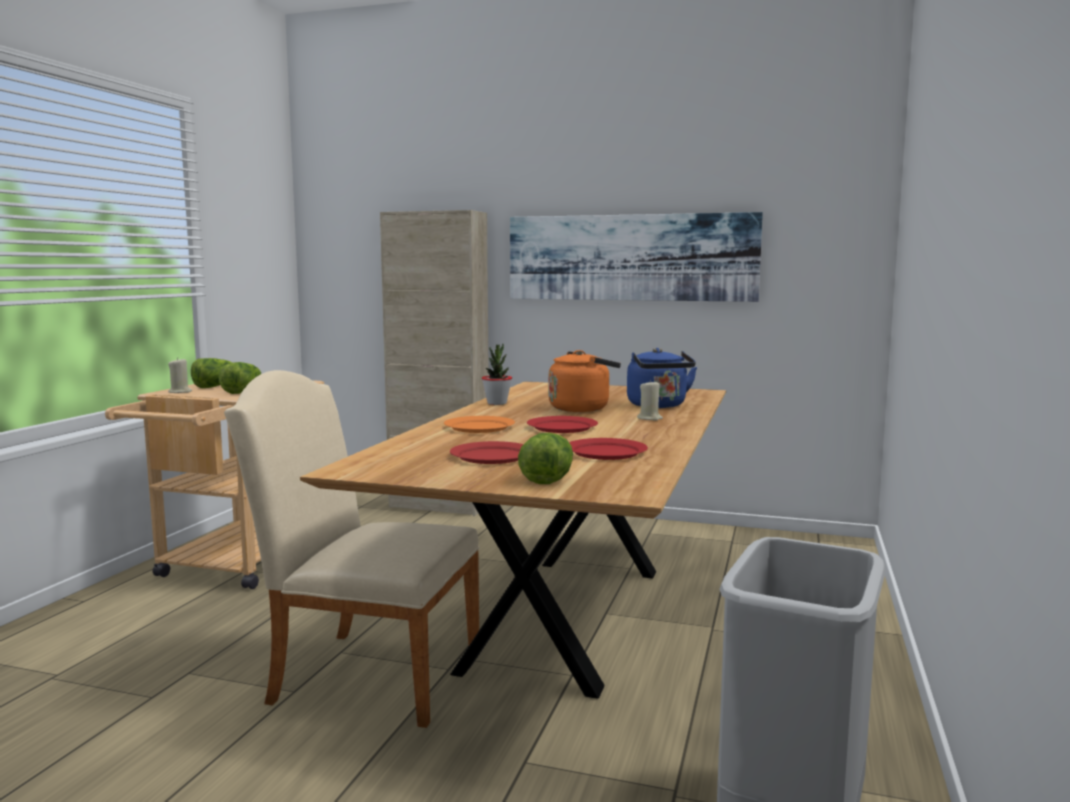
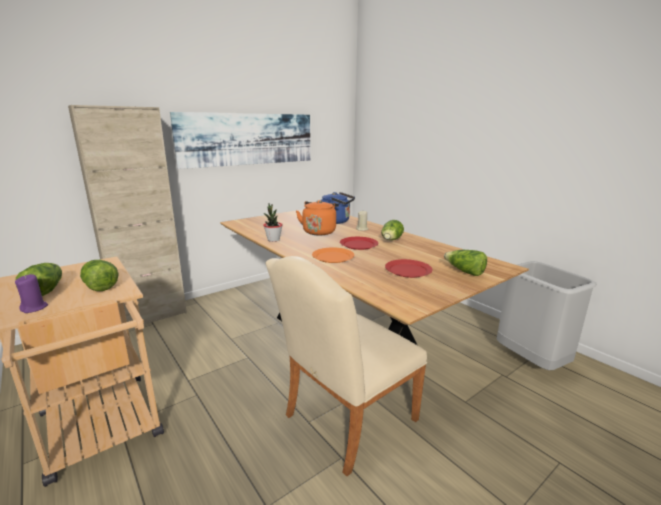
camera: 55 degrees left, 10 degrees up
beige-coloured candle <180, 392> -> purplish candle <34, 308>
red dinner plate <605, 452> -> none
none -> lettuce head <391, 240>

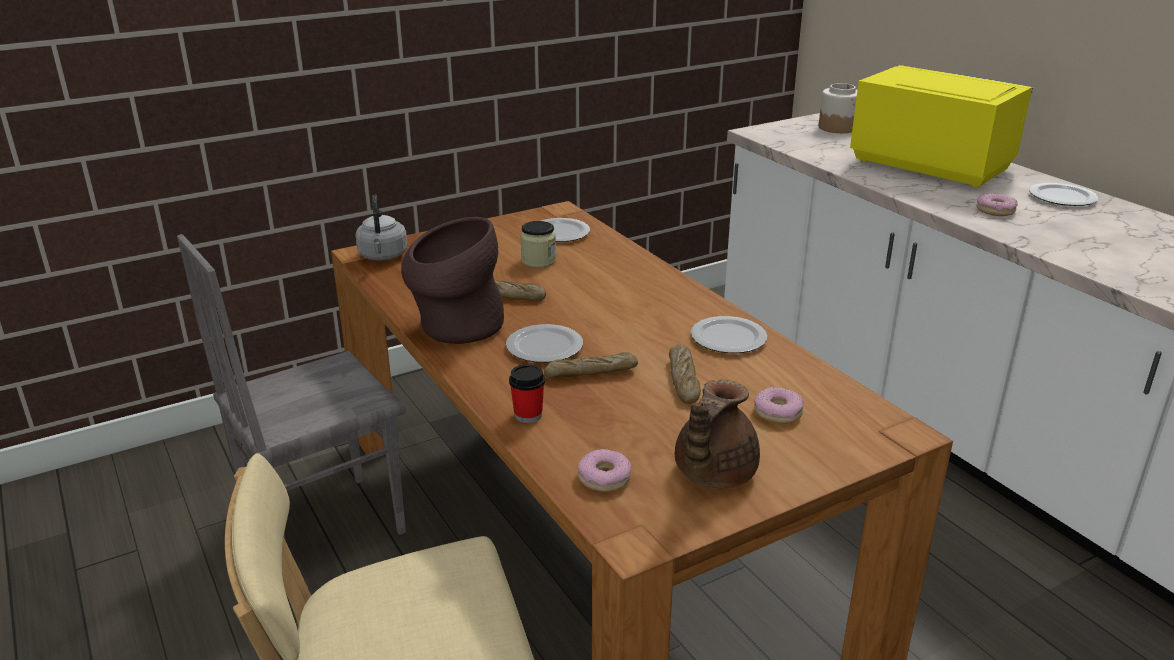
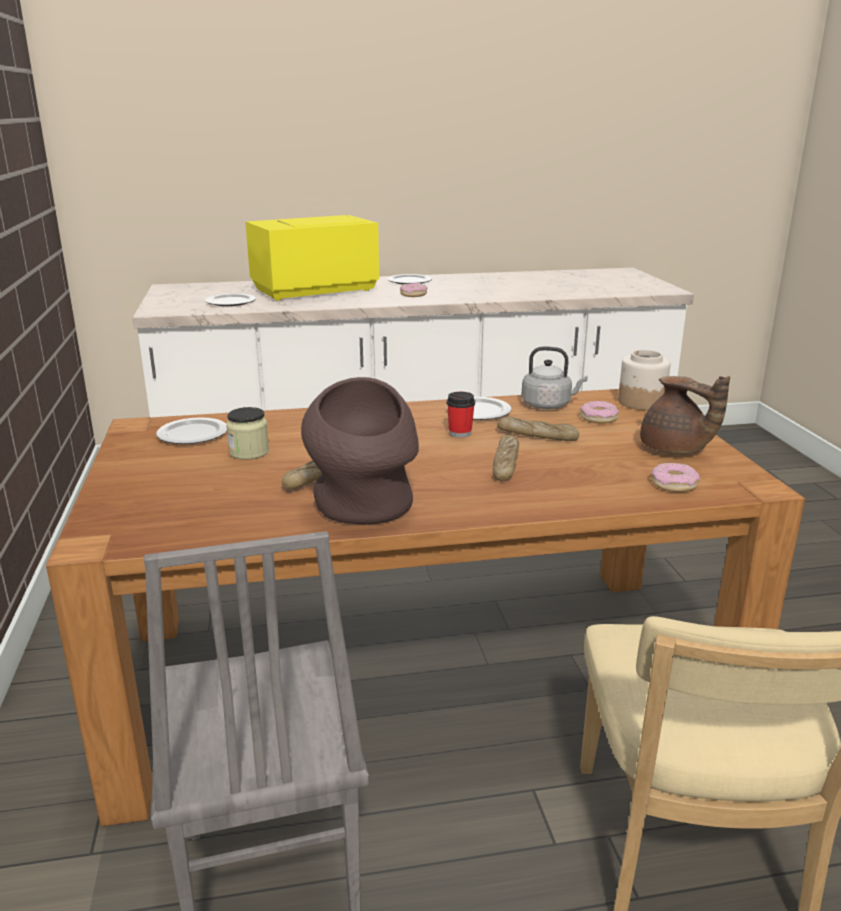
camera: 70 degrees left, 5 degrees down
greyish tea kettle <383, 256> -> greyish tea kettle <548, 405>, moved
dinner plate <543, 347> -> dinner plate <230, 302>, moved
small cup <528, 415> -> small cup <460, 433>, moved
jar <838, 127> -> jar <641, 402>, moved

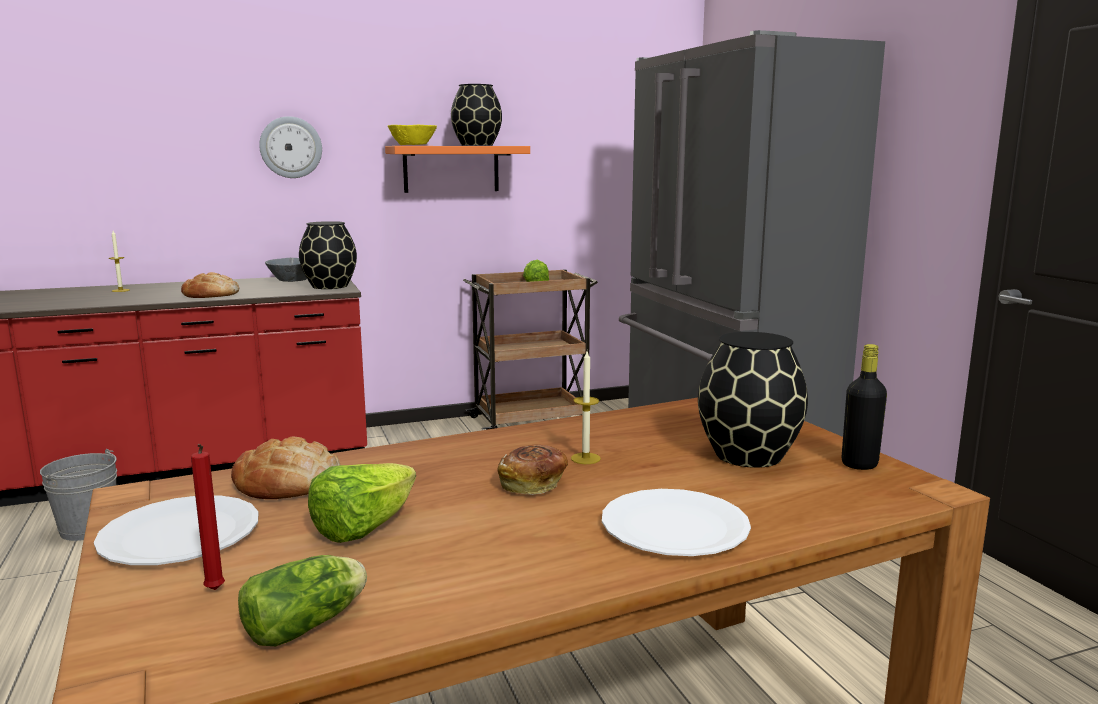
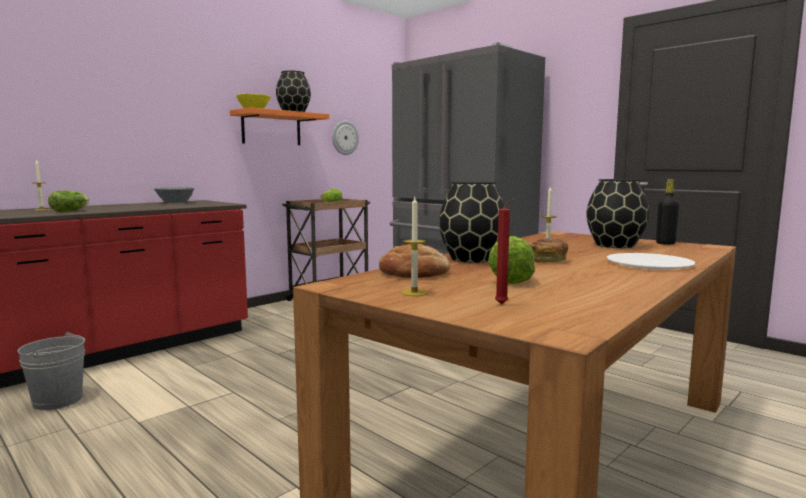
camera: 25 degrees left, 5 degrees down
whitish dinner plate <180, 534> -> candle <414, 293>
bakery bread <211, 294> -> none
lettuce head <309, 624> -> lettuce head <71, 211>, moved
clock on the wall <291, 147> -> clock on the wall <344, 137>, moved
black flower vase <329, 286> -> black flower vase <471, 259>, moved

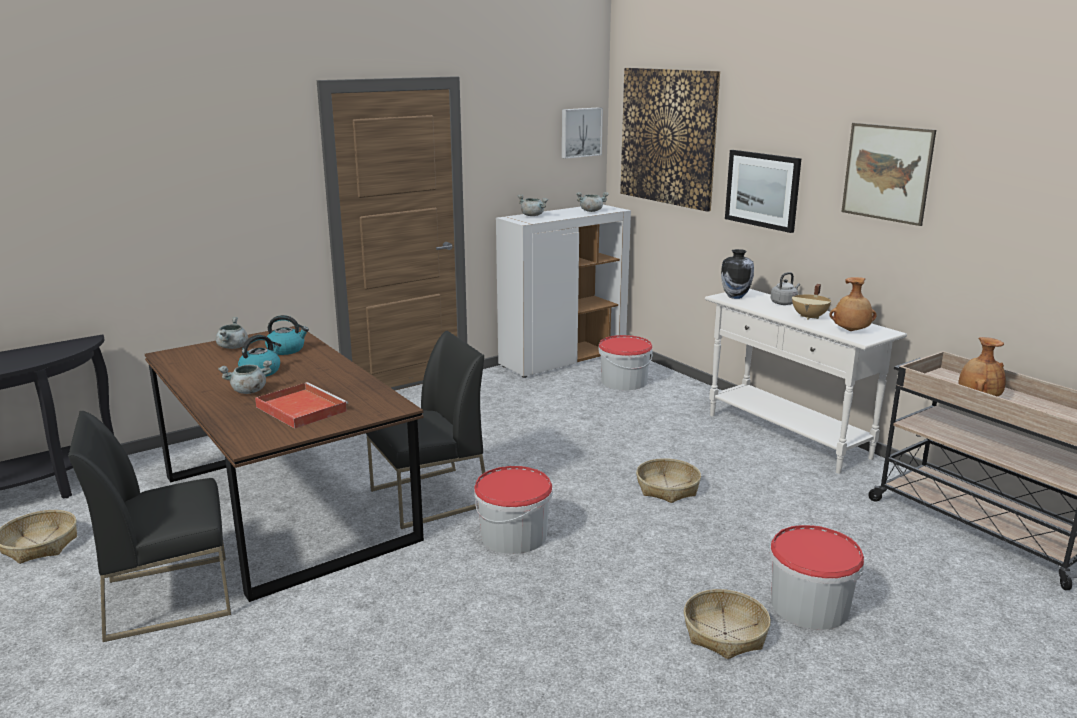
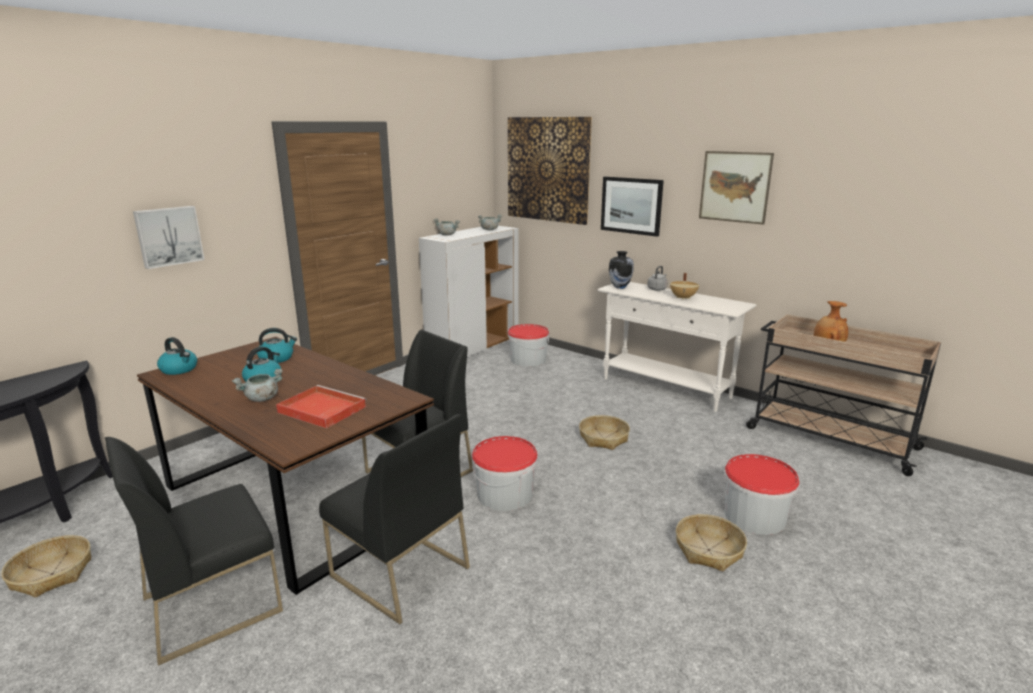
camera: 15 degrees left, 0 degrees up
greyish cooking pot <233, 347> -> none
wall picture <580, 132> -> wall picture <168, 236>, moved
brownish flower vase <851, 331> -> none
none -> tea kettle <179, 369>
none -> black upright chair <398, 572>

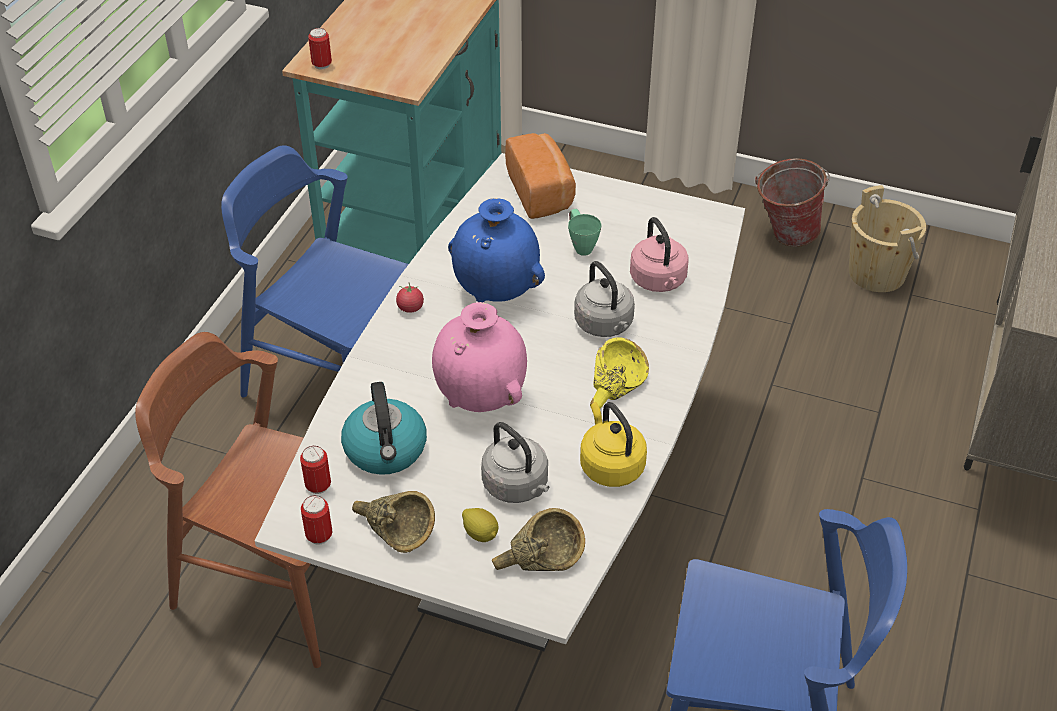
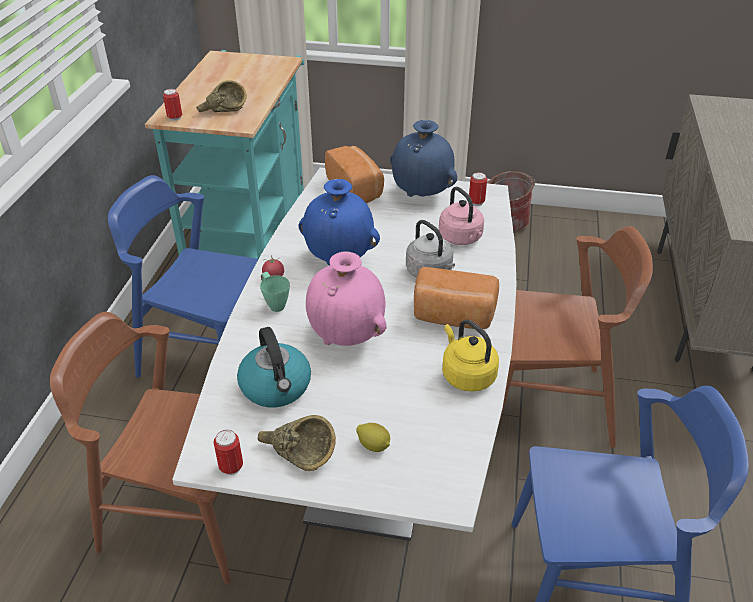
camera: 10 degrees left, 5 degrees down
can <318, 486> -> can <476, 202>, moved
greyish tea kettle <517, 486> -> none
brownish deep dish <538, 561> -> brownish deep dish <223, 110>, moved
green-coloured coffee mug <580, 245> -> green-coloured coffee mug <274, 303>, moved
yellow deep dish <616, 389> -> bakery bread <453, 317>
beige-coloured bucket <876, 273> -> none
none -> bluish flower vase <422, 194>
none -> brownish upright chair <545, 404>

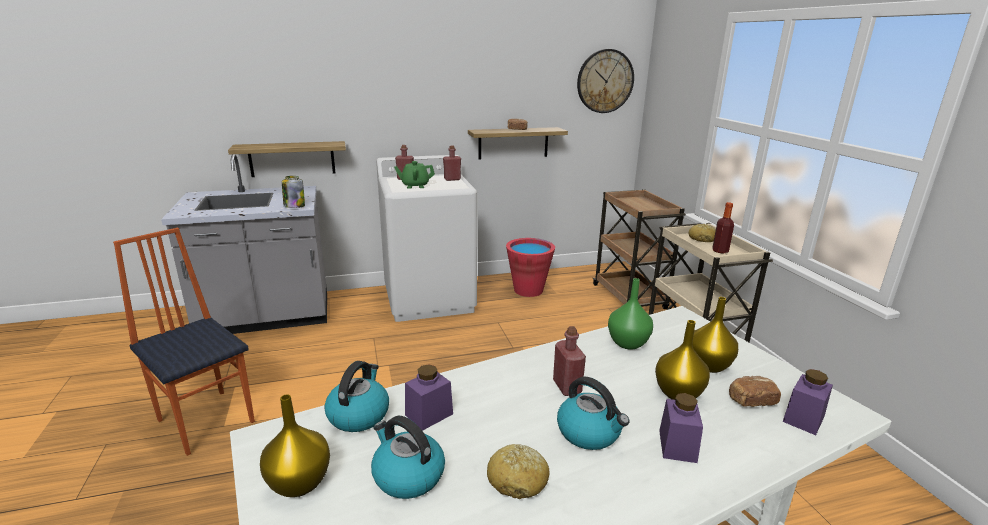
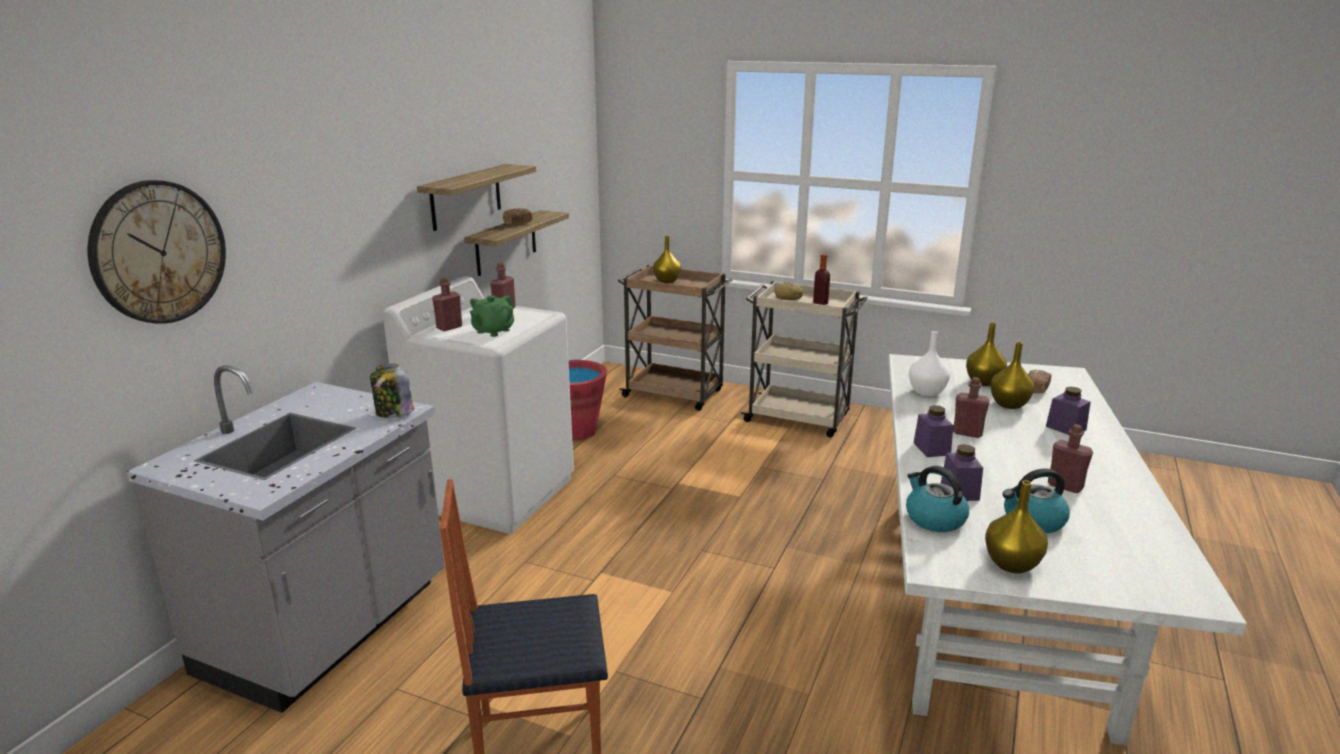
camera: 50 degrees left, 0 degrees up
wall shelf <292, 159> -> wall shelf <466, 196>, moved
bakery bread <518, 480> -> red drink bottle <1065, 486>
tea kettle <589, 432> -> none
clock on the wall <605, 81> -> clock on the wall <158, 252>, moved
green-coloured flower vase <628, 343> -> whitish flower vase <926, 391>
purplish jar <803, 419> -> purplish jar <931, 449>, moved
none -> yellow flower vase <667, 281>

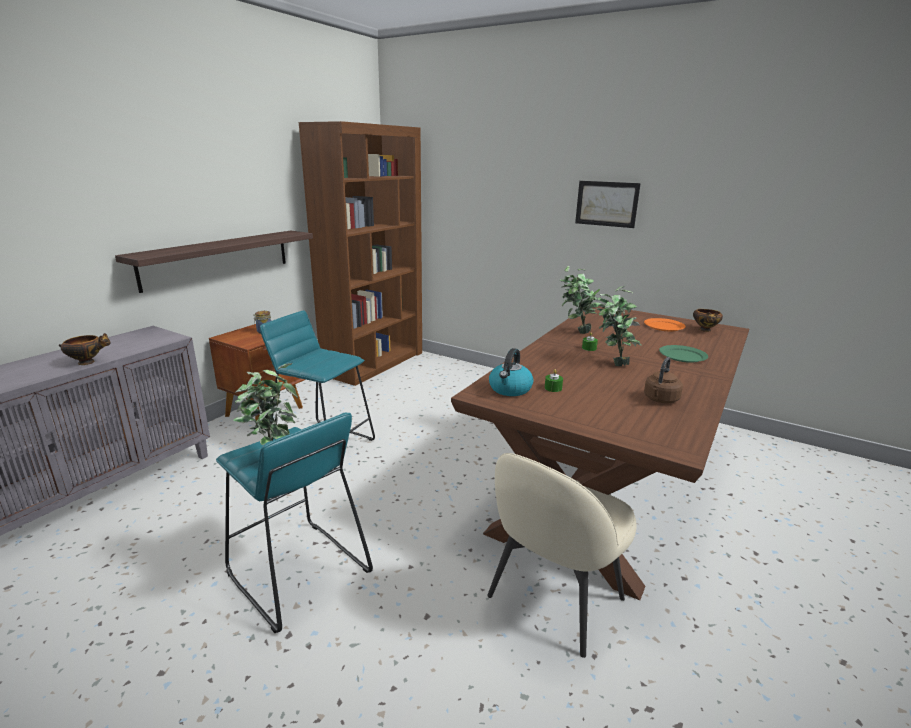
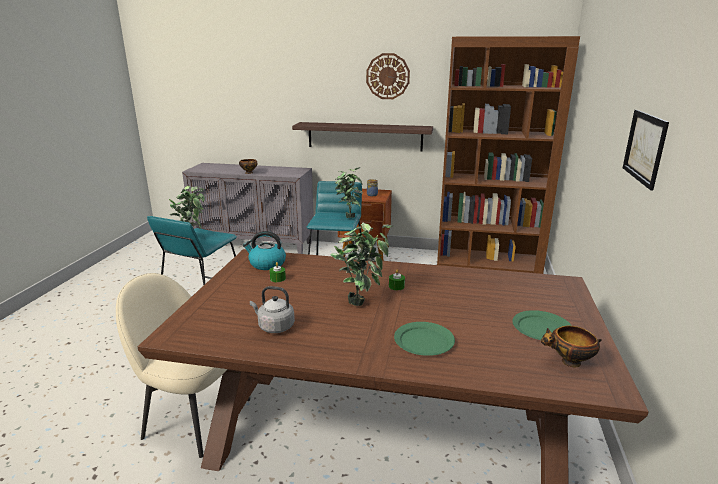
camera: 70 degrees right, 0 degrees up
potted plant <575, 332> -> potted plant <348, 216>, moved
orange dinner plate <664, 326> -> green-coloured dinner plate <542, 329>
brownish tea kettle <660, 400> -> greyish tea kettle <274, 327>
none -> clock on the wall <388, 76>

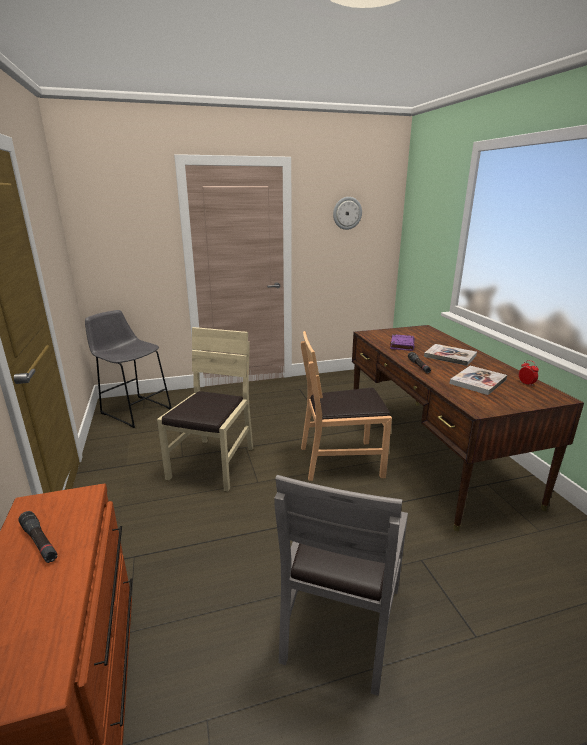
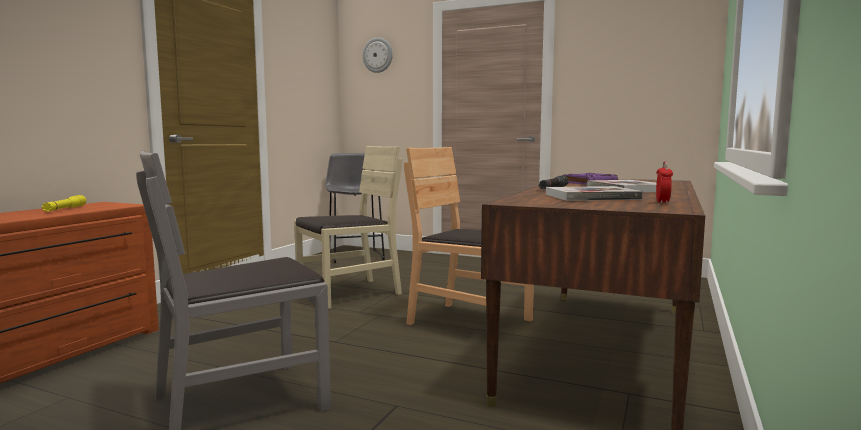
camera: 40 degrees right, 15 degrees down
black torch <39, 542> -> yellow torch <64, 209>
clock on the wall <347, 213> -> clock on the wall <378, 55>, moved

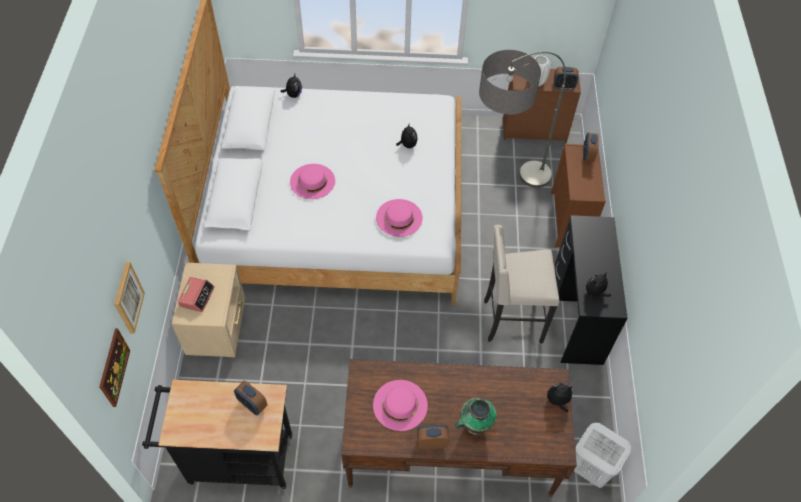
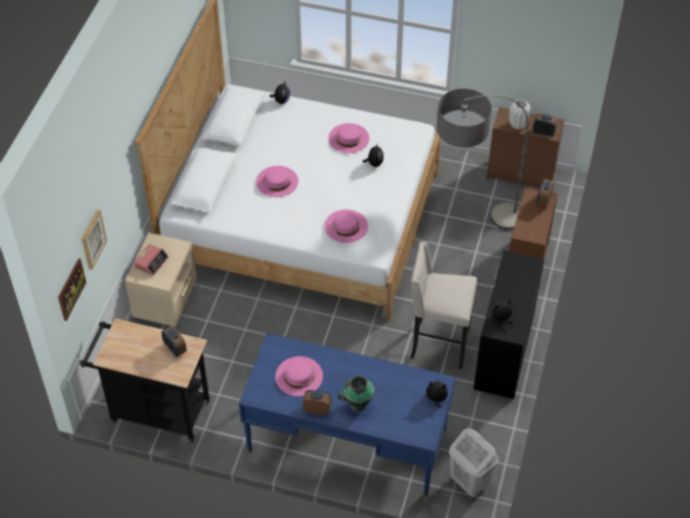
camera: 15 degrees right, 5 degrees down
brownish desk <450, 449> -> bluish desk <347, 440>
none -> pink-coloured wearable hat <348, 138>

